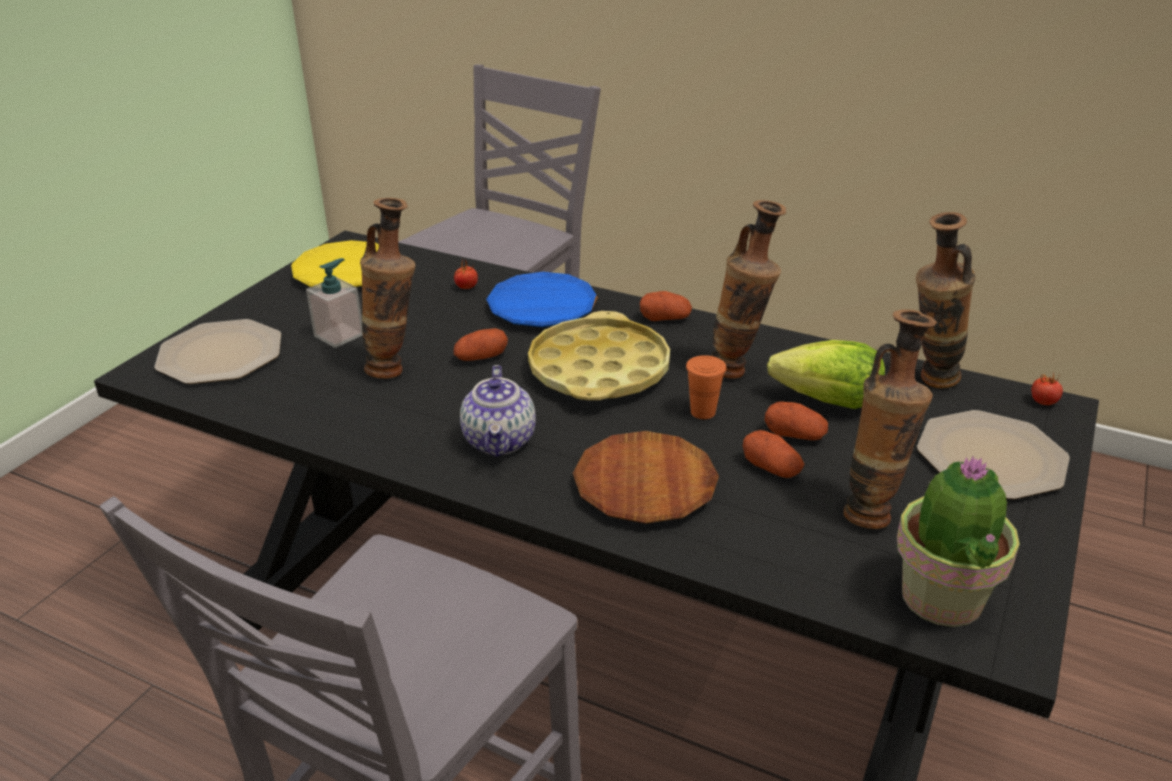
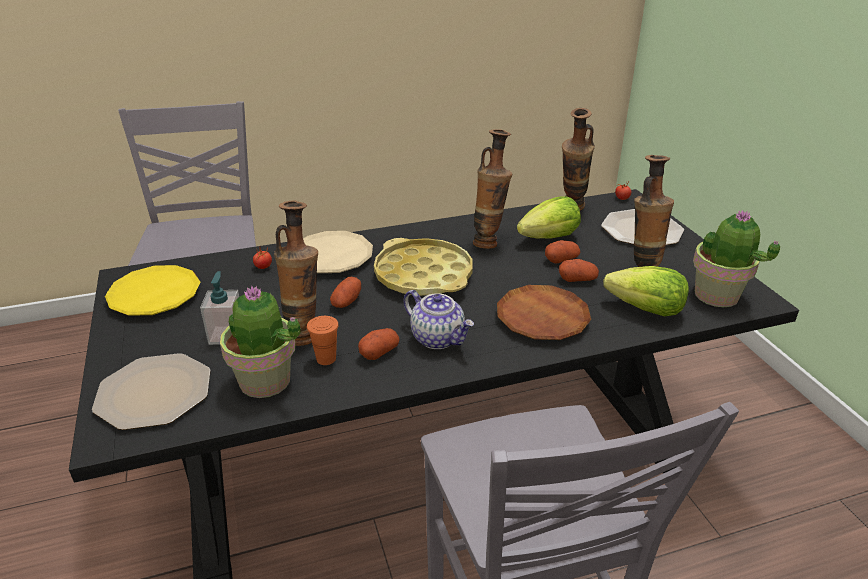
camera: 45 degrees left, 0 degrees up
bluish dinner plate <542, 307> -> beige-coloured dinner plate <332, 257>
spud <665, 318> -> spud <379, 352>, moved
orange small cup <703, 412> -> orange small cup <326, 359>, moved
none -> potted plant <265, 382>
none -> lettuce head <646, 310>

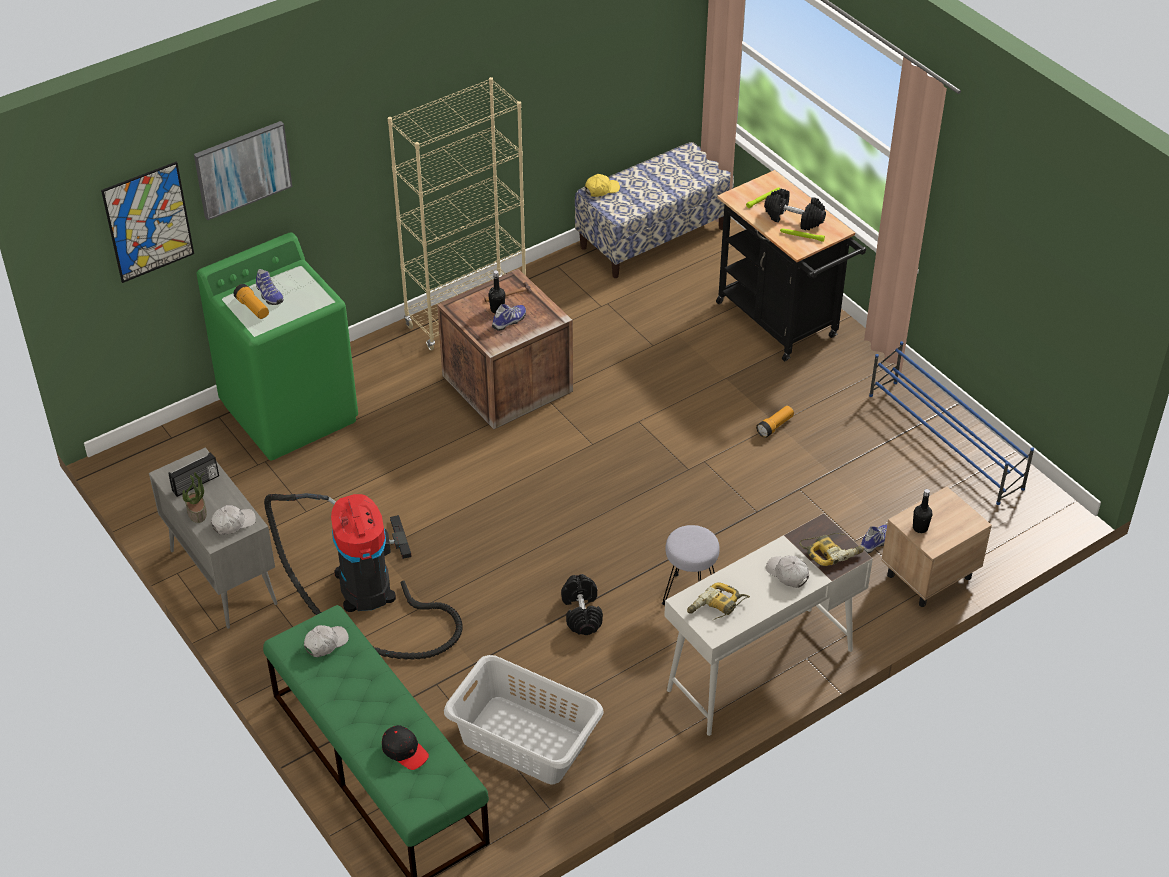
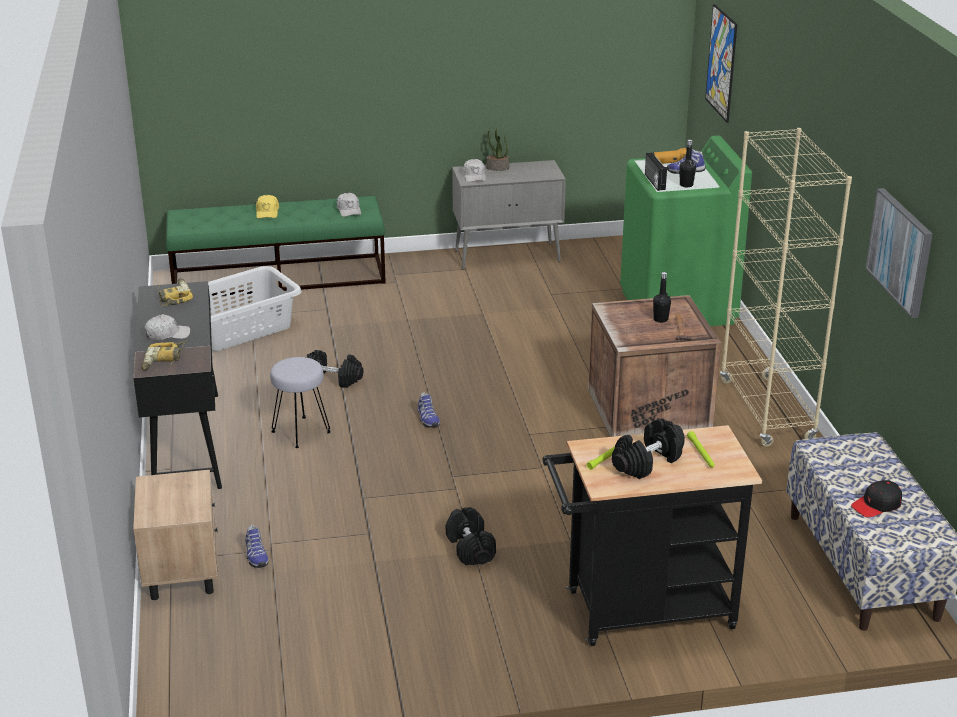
camera: 115 degrees right, 15 degrees down
radio <196, 484> -> radio <654, 182>, moved
wall picture <242, 169> -> wall picture <900, 251>, moved
hoover <369, 592> -> none
black peaked cap <404, 751> -> black peaked cap <876, 505>, moved
shoe <509, 321> -> shoe <427, 419>, moved
yellow peaked cap <601, 189> -> yellow peaked cap <267, 212>, moved
whitish desk <759, 670> -> black desk <186, 441>
torch <775, 426> -> black hand weight <470, 548>
bluish shoe rack <945, 442> -> none
black drink bottle <920, 528> -> black drink bottle <686, 185>, moved

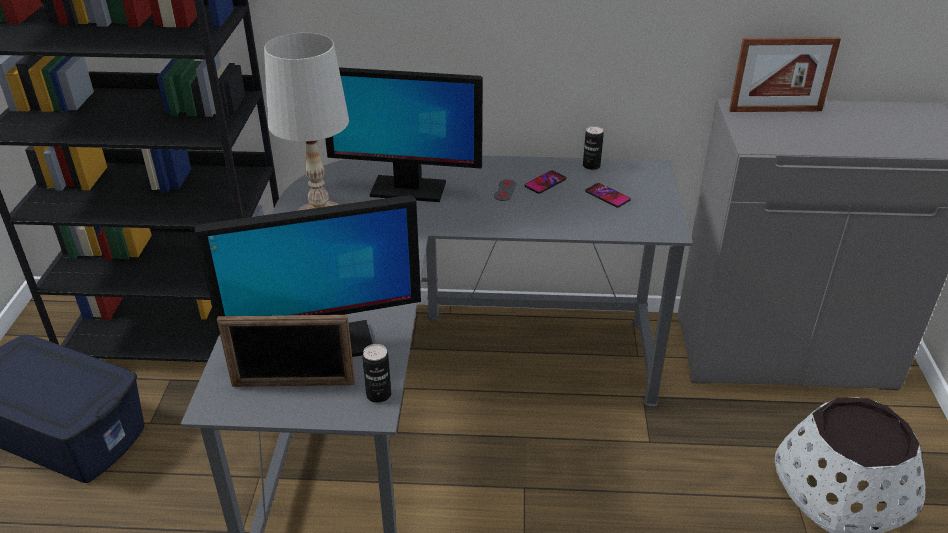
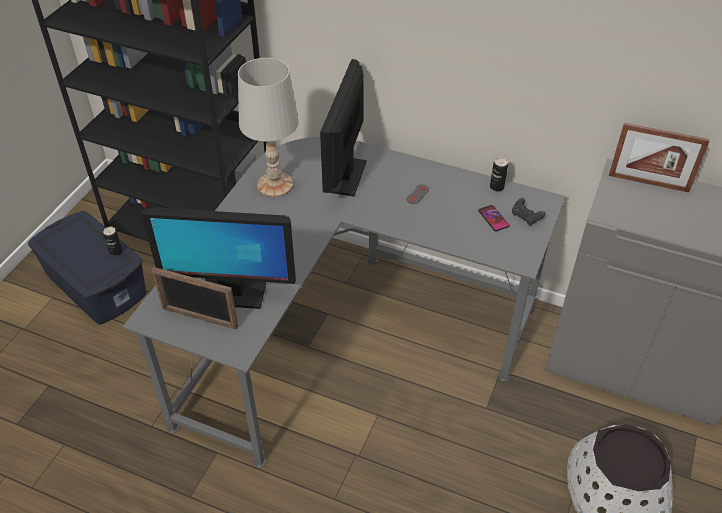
camera: 20 degrees right, 10 degrees up
computer screen <407, 189> -> computer screen <346, 176>, 75 degrees clockwise
can <378, 394> -> can <116, 251>, moved
phone <545, 183> -> none
none -> black game controller <526, 217>

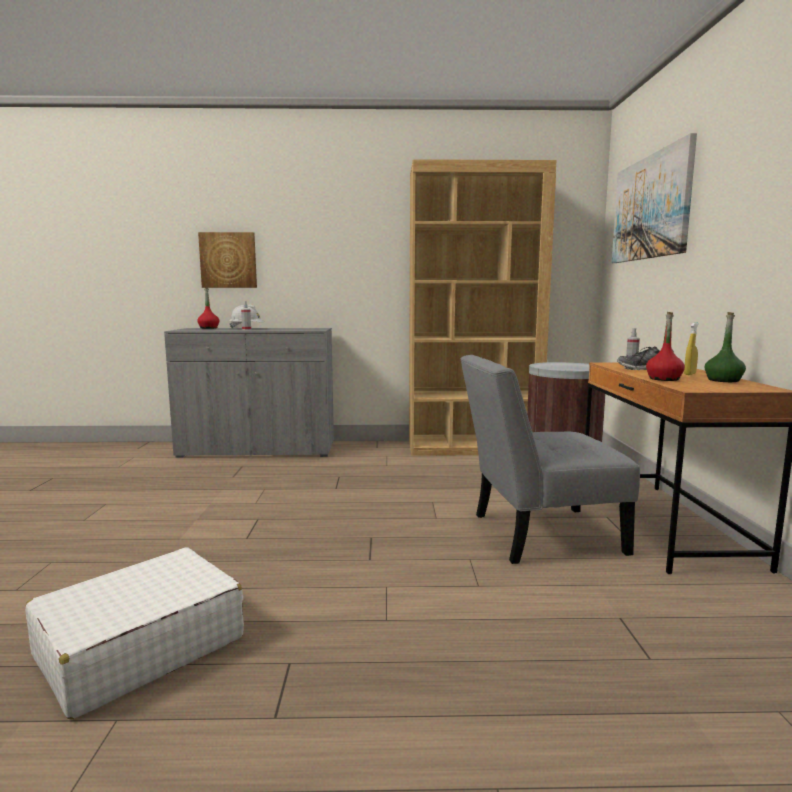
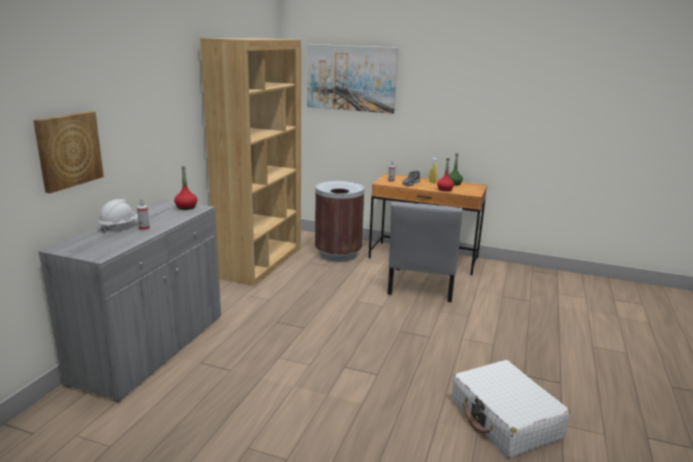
camera: 70 degrees left, 10 degrees up
red drink bottle <208, 328> -> red drink bottle <186, 207>, moved

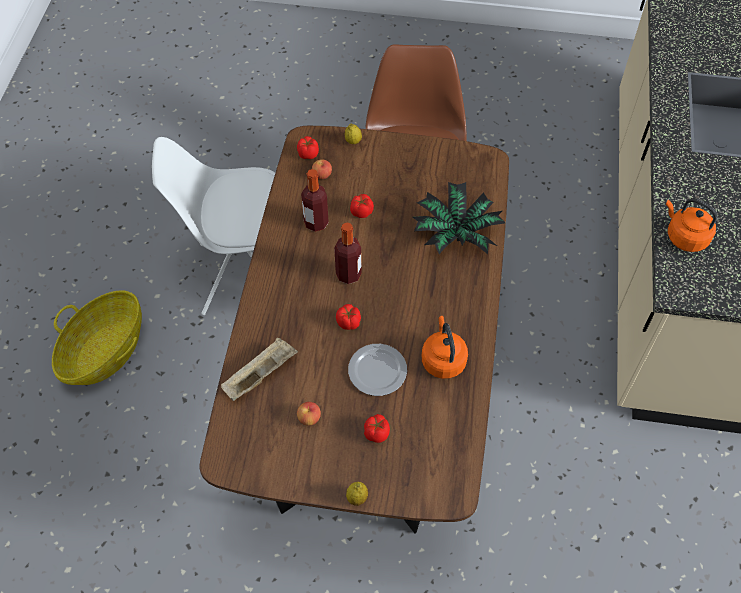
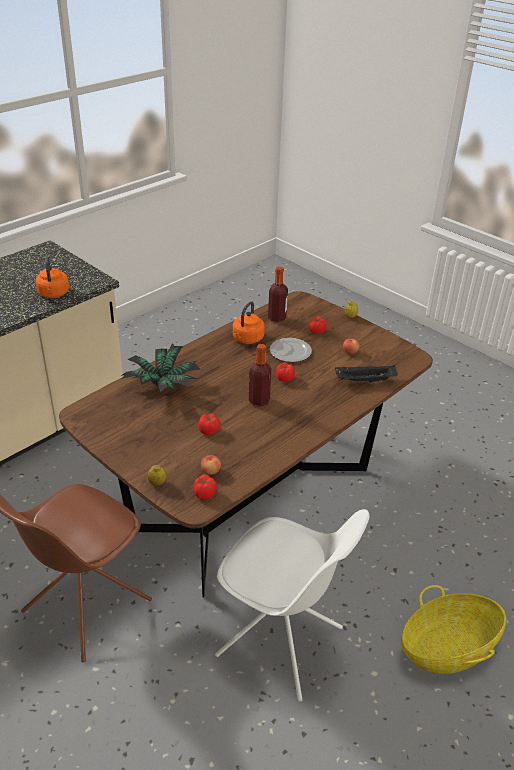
camera: 145 degrees left, 20 degrees down
beige-coloured serving tray <261, 374> -> black serving tray <364, 381>
drink bottle <316, 223> -> drink bottle <277, 318>, moved

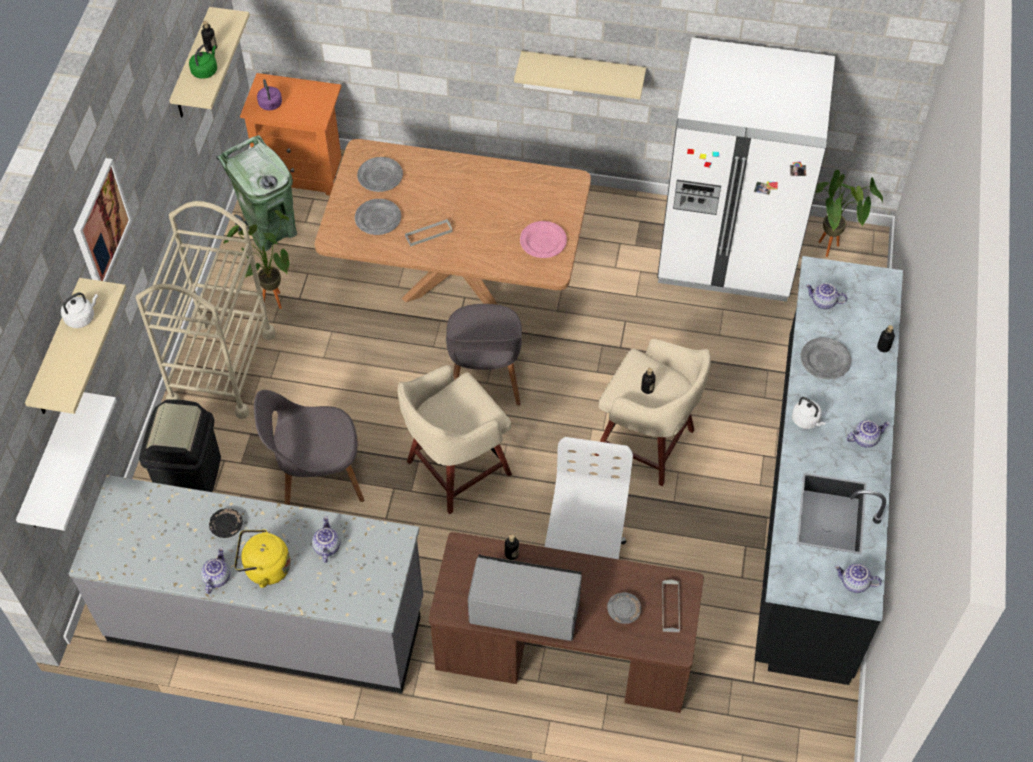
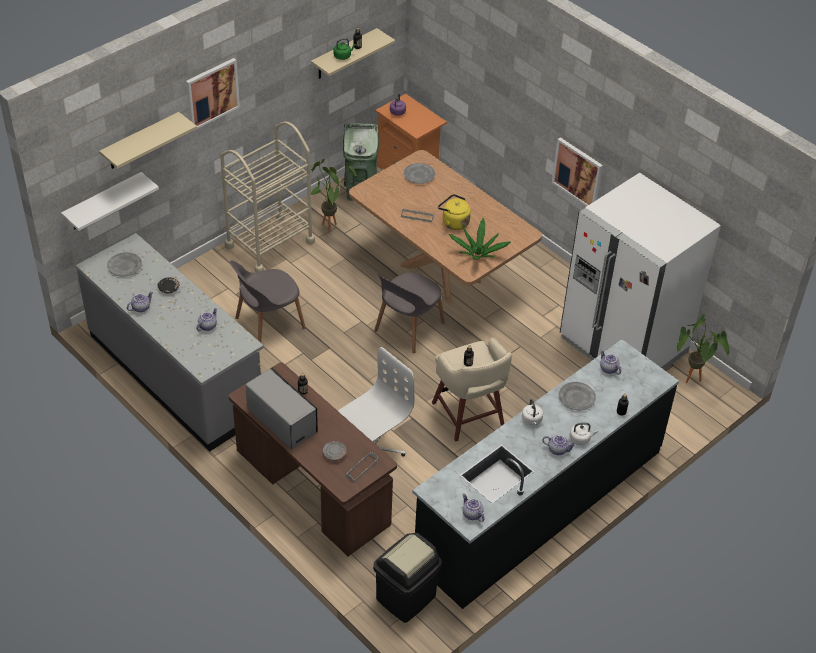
camera: 35 degrees right, 10 degrees down
whitish tea kettle <81, 317> -> whitish tea kettle <581, 439>, moved
black waste bin <190, 477> -> black waste bin <406, 598>, moved
yellow tea kettle <264, 568> -> yellow tea kettle <453, 222>, moved
greyish upright chair <317, 477> -> greyish upright chair <268, 324>, 60 degrees counterclockwise
greyish dinner plate <378, 219> -> greyish dinner plate <125, 266>, moved
beige-coloured stool <455, 469> -> none
beige-coloured wall shelf <582, 72> -> wall picture <578, 173>
pink-coloured dinner plate <542, 241> -> potted plant <478, 254>

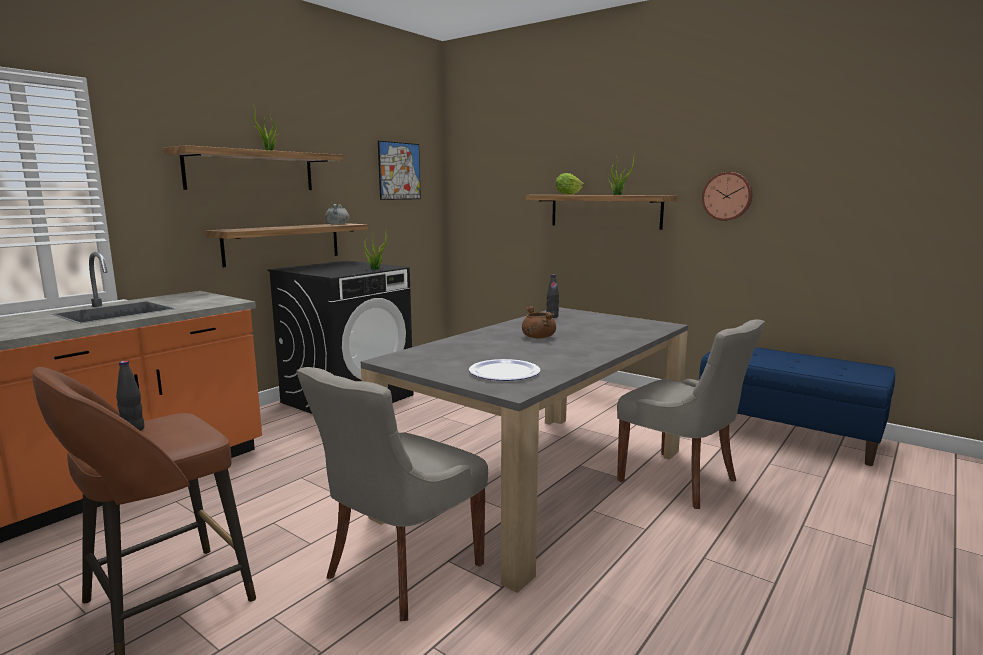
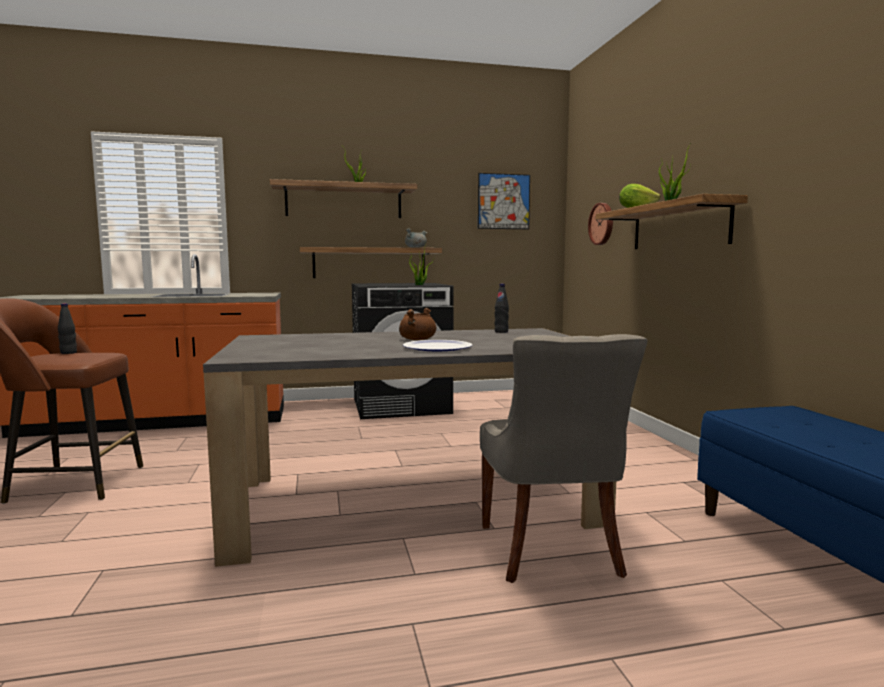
camera: 40 degrees right, 5 degrees down
greyish upright chair <400, 571> -> none
dinner plate <504, 372> -> dinner plate <437, 347>, moved
clock on the wall <727, 196> -> clock on the wall <602, 224>, moved

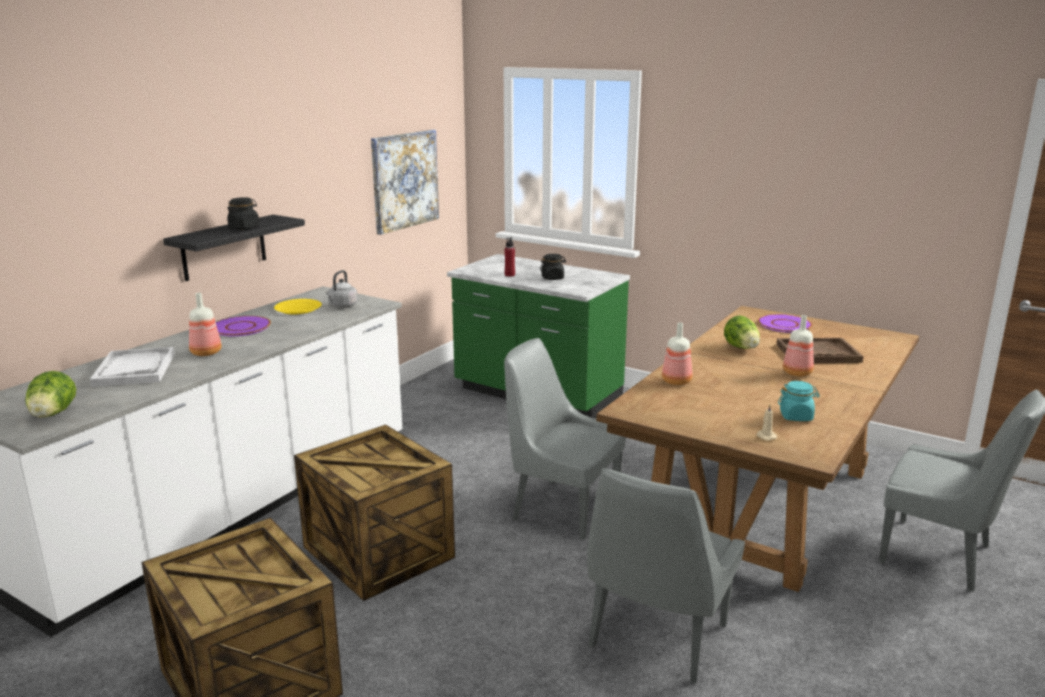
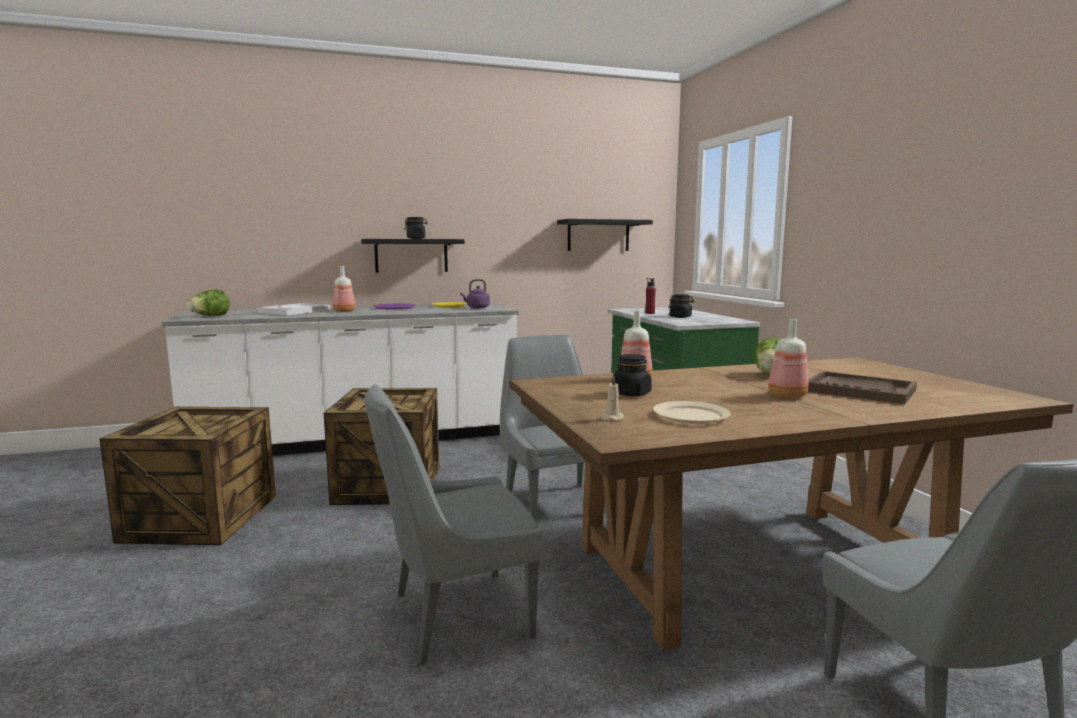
camera: 40 degrees right, 10 degrees down
greyish tea kettle <342, 306> -> purplish tea kettle <477, 307>
wall picture <404, 180> -> black wall shelf <598, 235>
purplish dinner plate <784, 324> -> none
turquoise-coloured jar <796, 416> -> beige-coloured dinner plate <690, 415>
none -> black jar <631, 394>

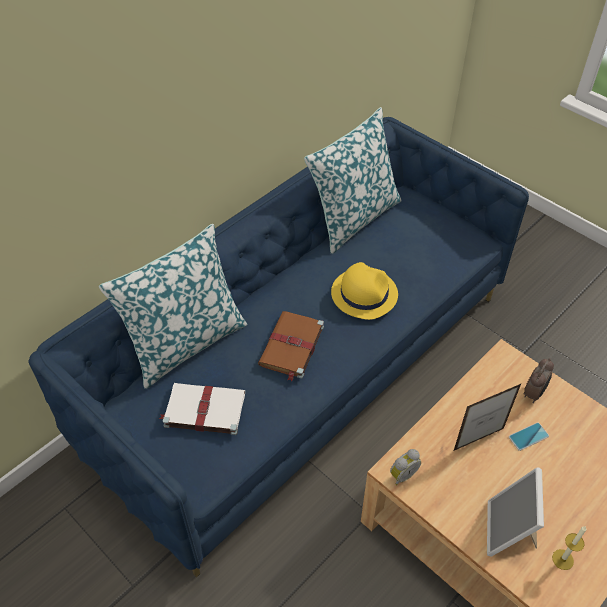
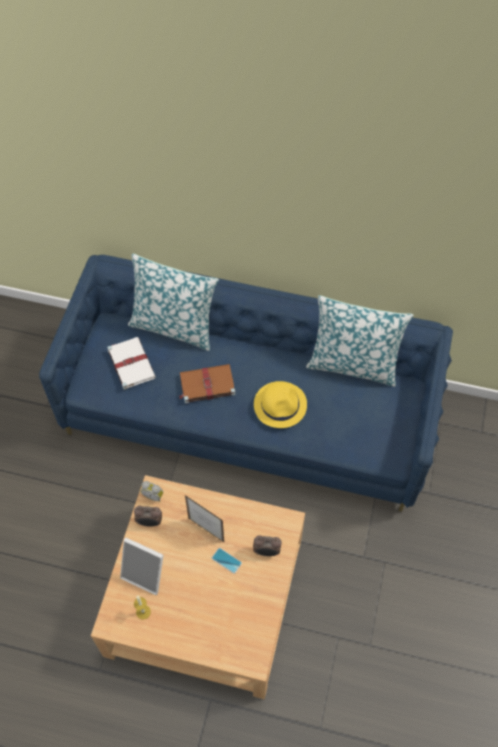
camera: 60 degrees right, 10 degrees up
photo frame <509, 532> -> photo frame <146, 573>, 135 degrees counterclockwise
none -> table clock <149, 522>

